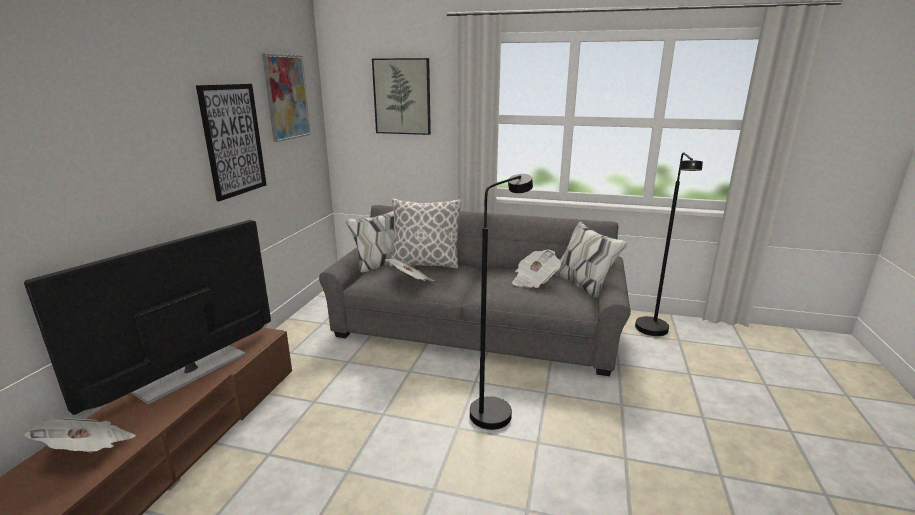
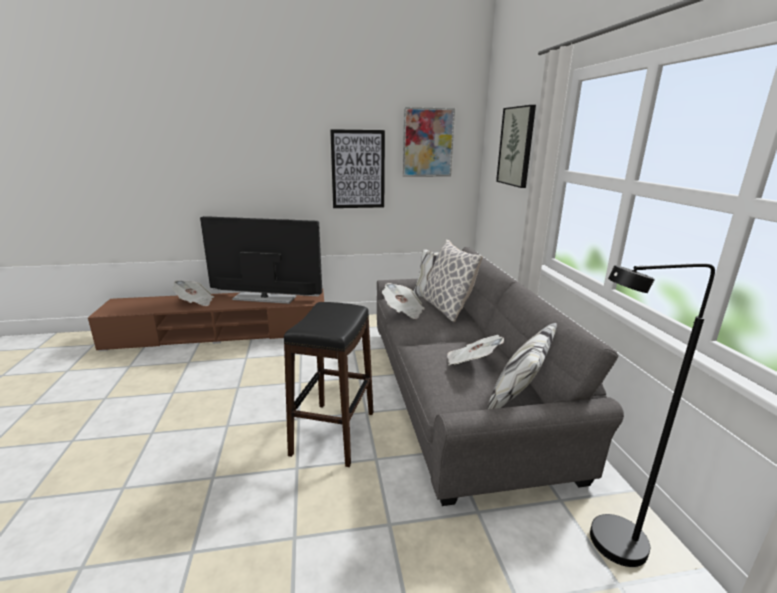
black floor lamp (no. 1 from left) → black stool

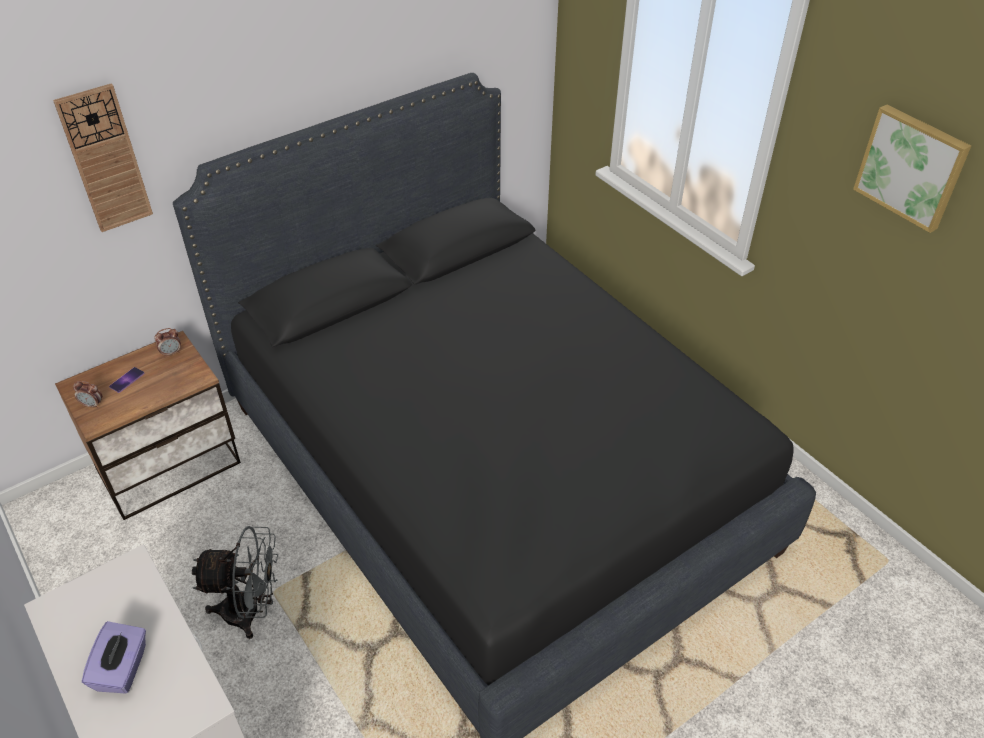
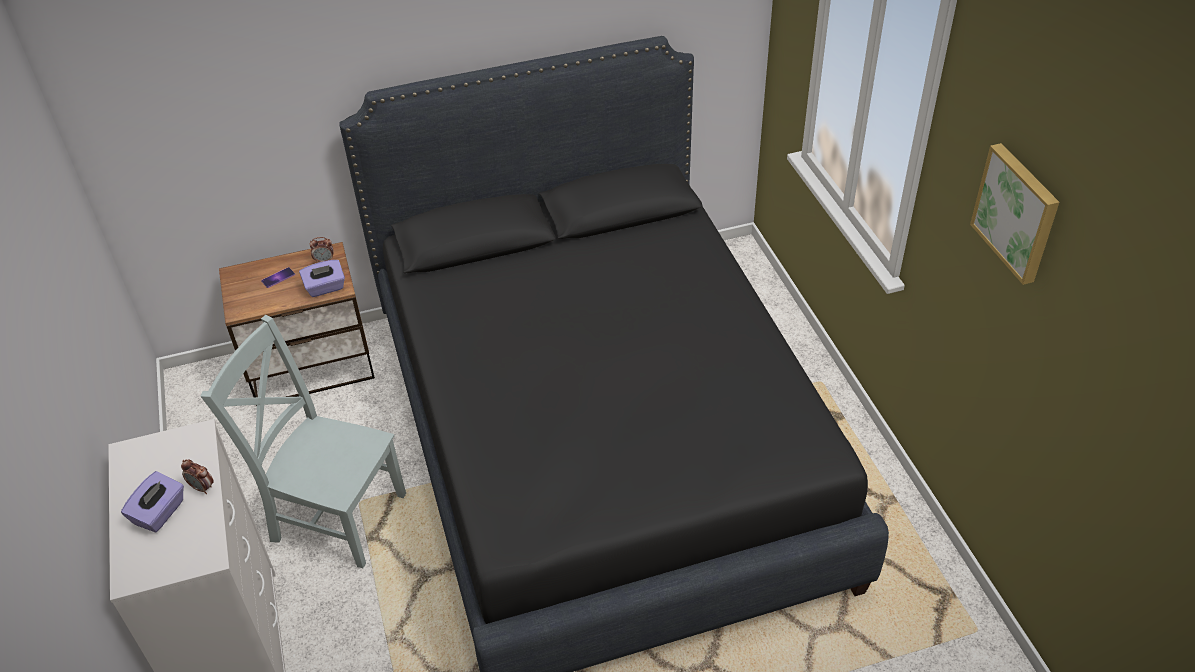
wall clock → -
alarm clock (no. 1 from left), shifted
grey fan → grey chair
- → purple tissue box (no. 2 from left)

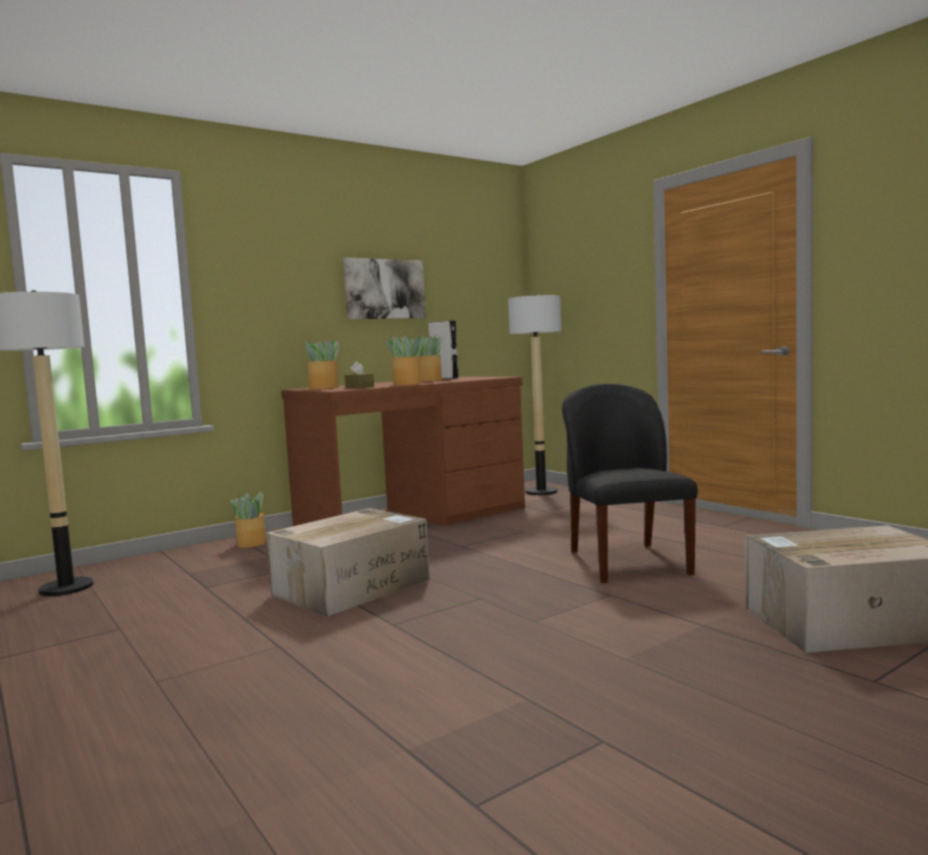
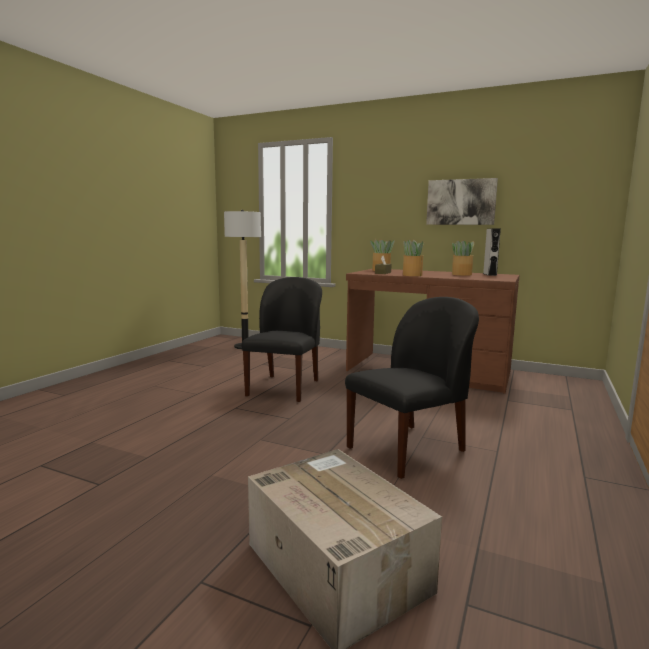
floor lamp (no. 2 from left) → -
potted plant (no. 1 from left) → -
cardboard box (no. 1 from left) → black chair (no. 1 from left)

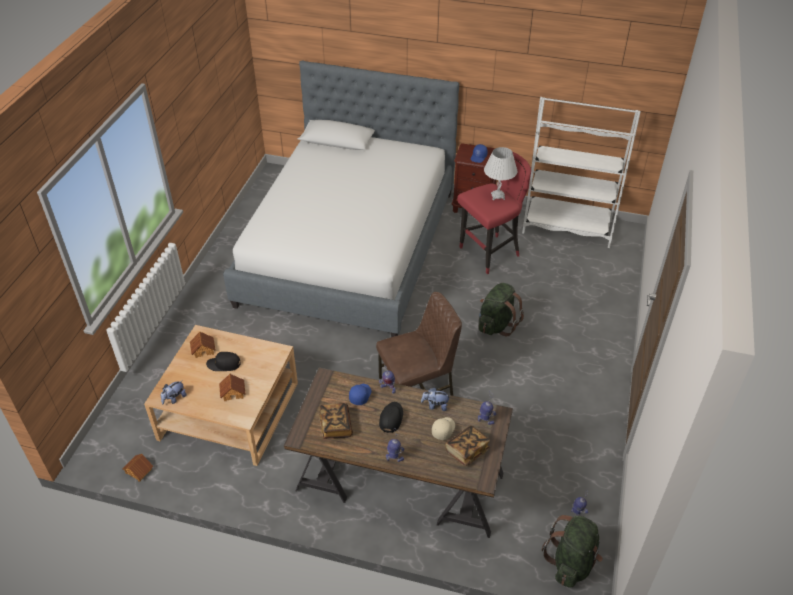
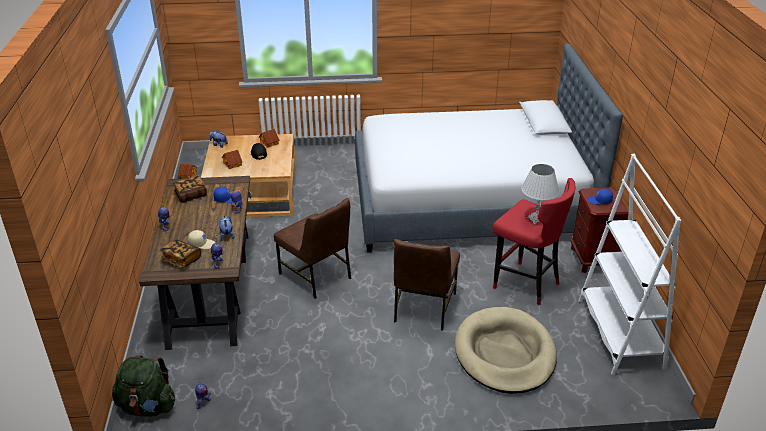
green backpack (no. 1 from left) → brown chair (no. 2 from left)
black cap (no. 2 from left) → -
- → beige dog bed

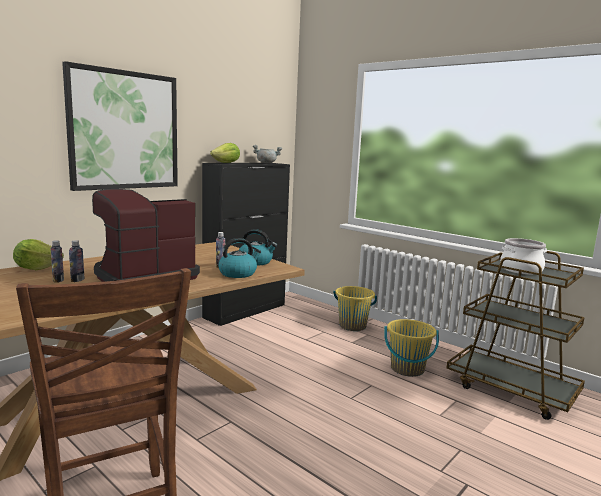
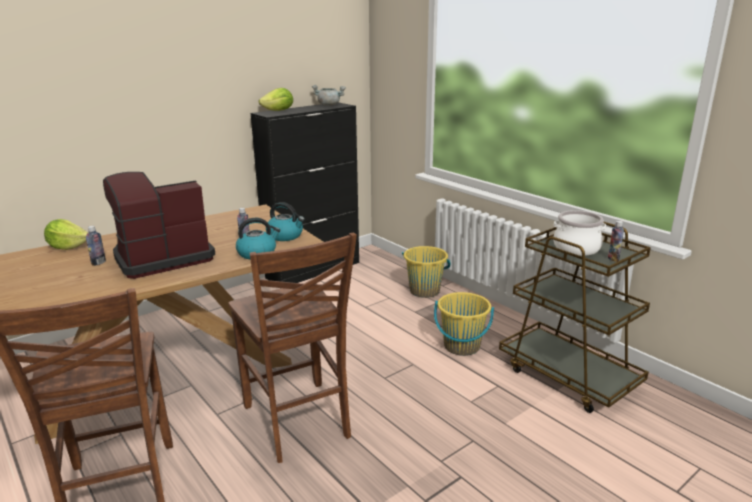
picture → -
bottle (no. 1 from left in the first image) → bottle (no. 3 from left), shifted
- → brown chair (no. 2 from left)

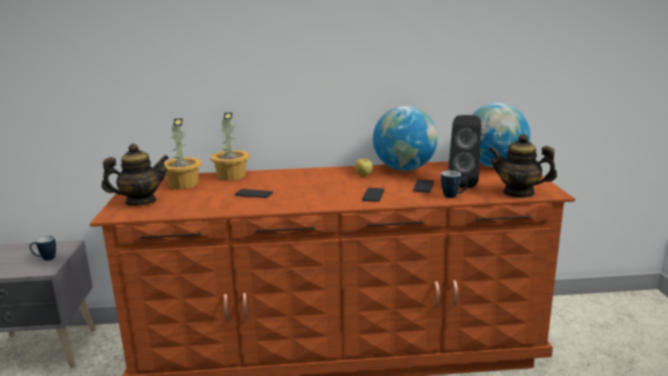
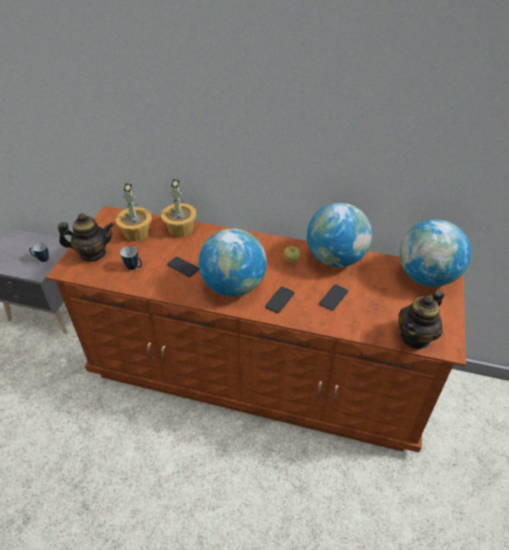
black speaker → -
teapot (no. 2 from left), 90 degrees counterclockwise
mug (no. 2 from left), shifted
- → globe (no. 1 from left)

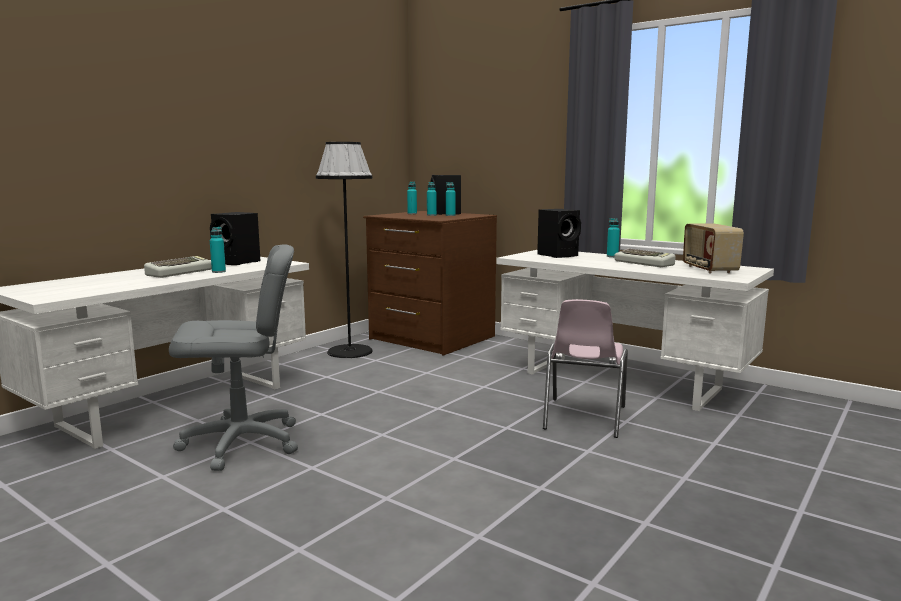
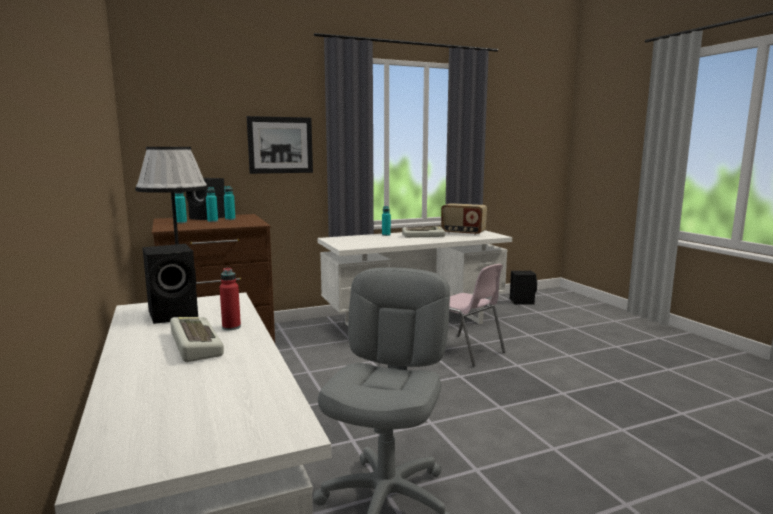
black speaker (no. 3 from left), shifted
turquoise bottle (no. 1 from left) → red bottle
- → picture

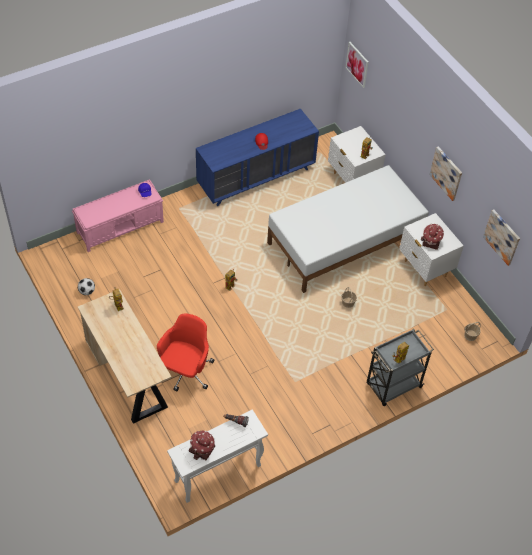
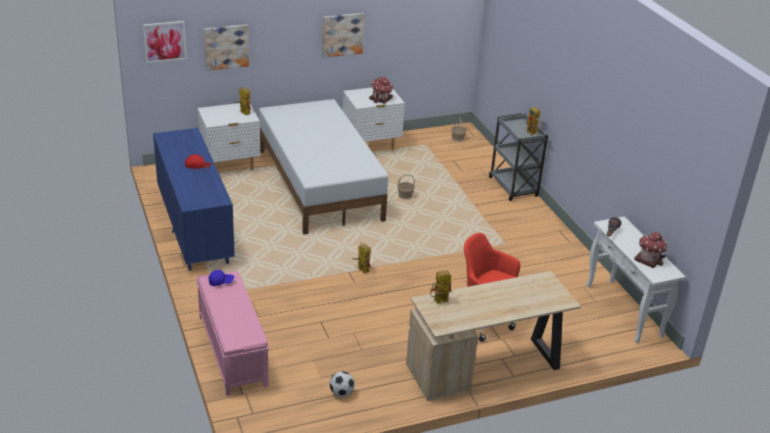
picture (no. 3 from left in the first image) → picture (no. 2 from left), shifted

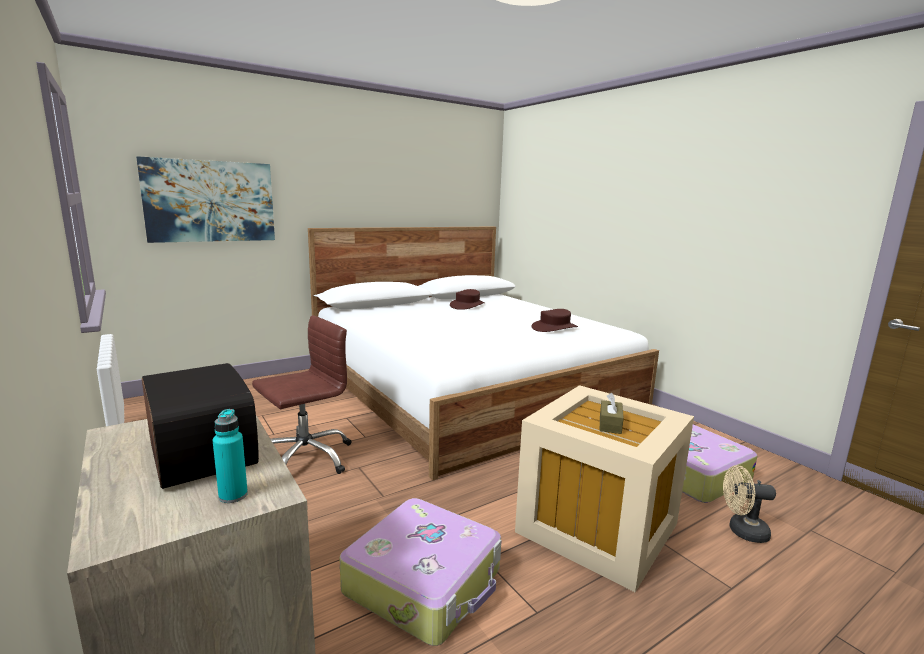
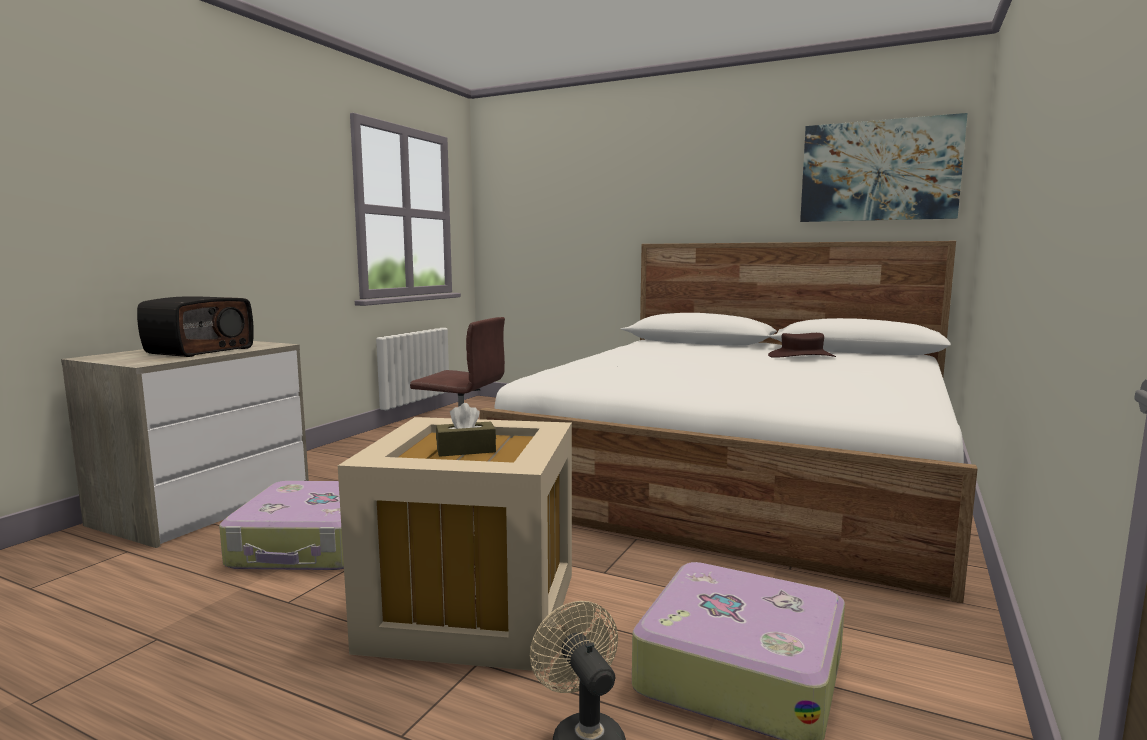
picture, shifted
brown hat (no. 2 from left) → -
turquoise bottle → -

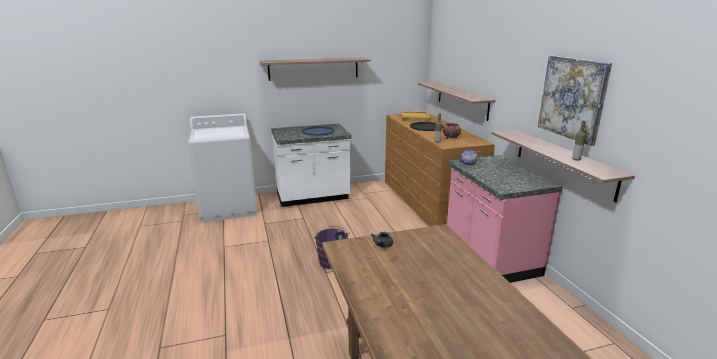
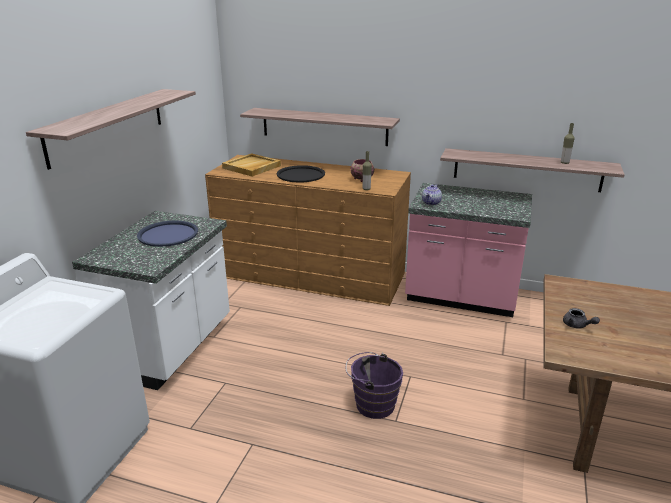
picture → -

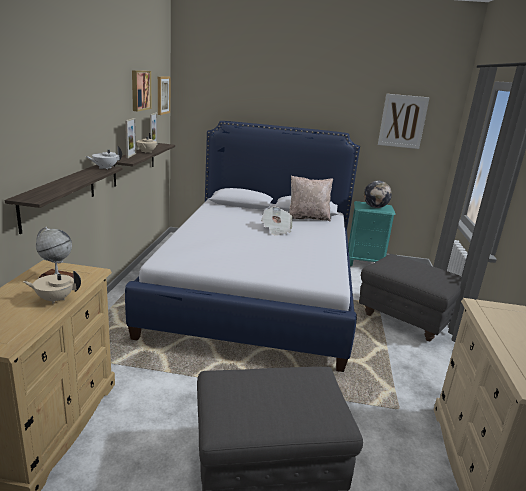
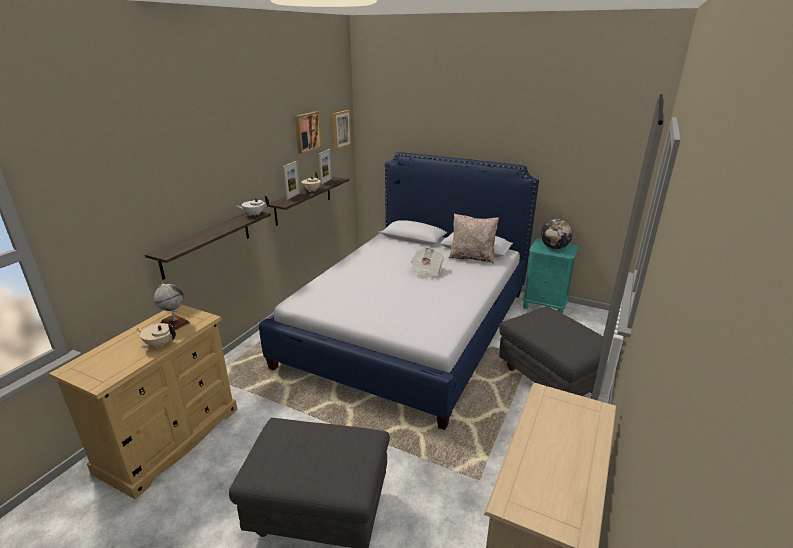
picture (no. 3 from left) → -

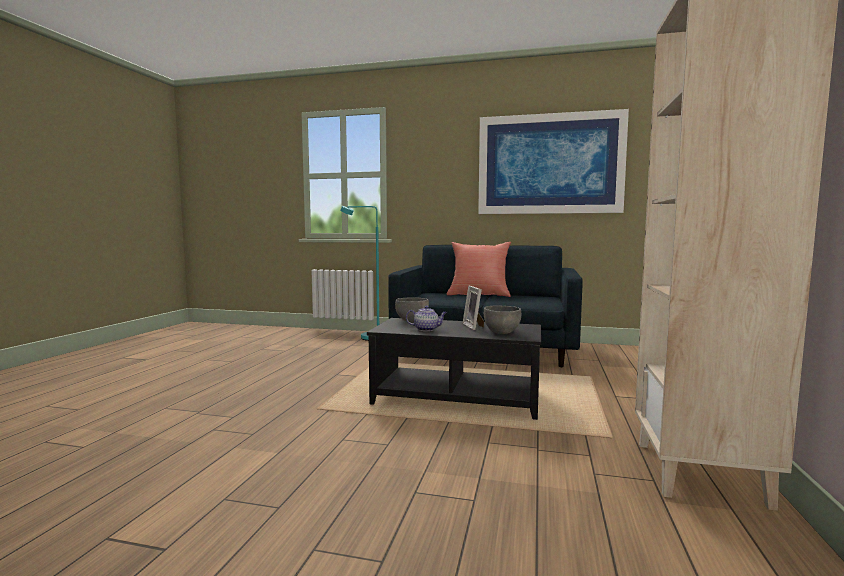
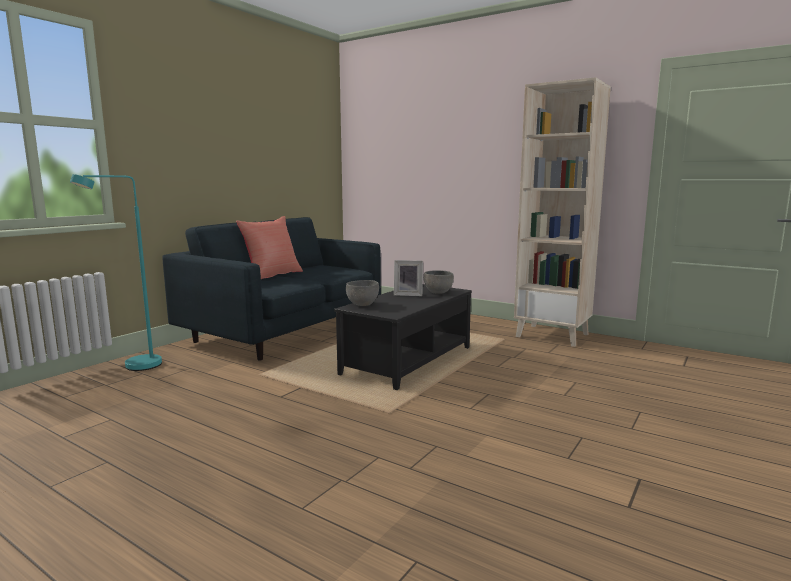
picture → -
teapot → -

